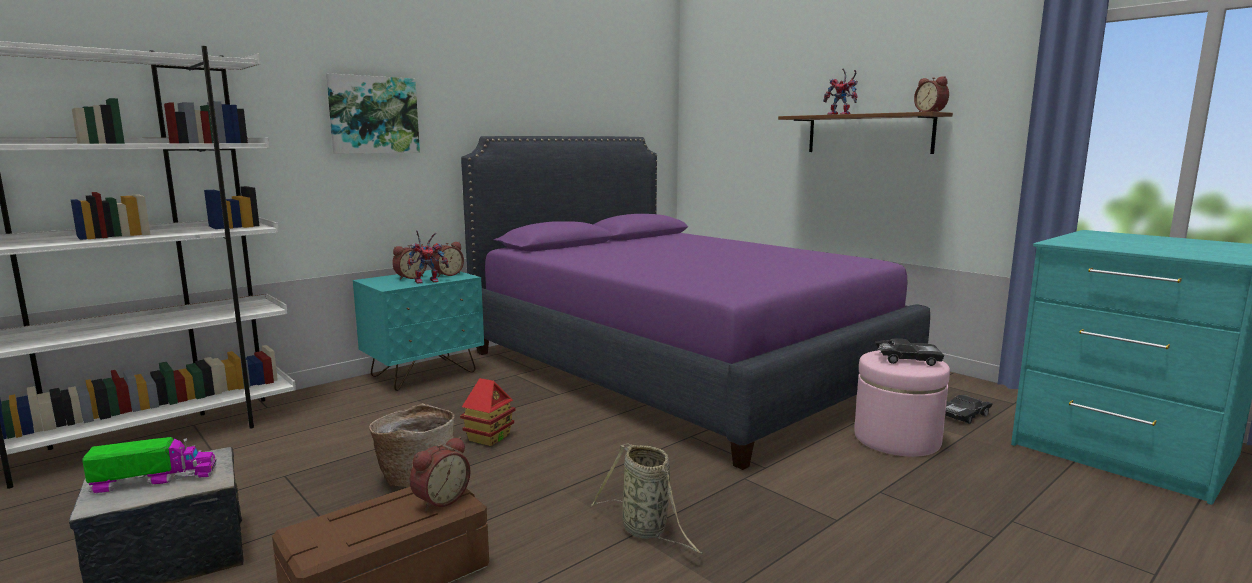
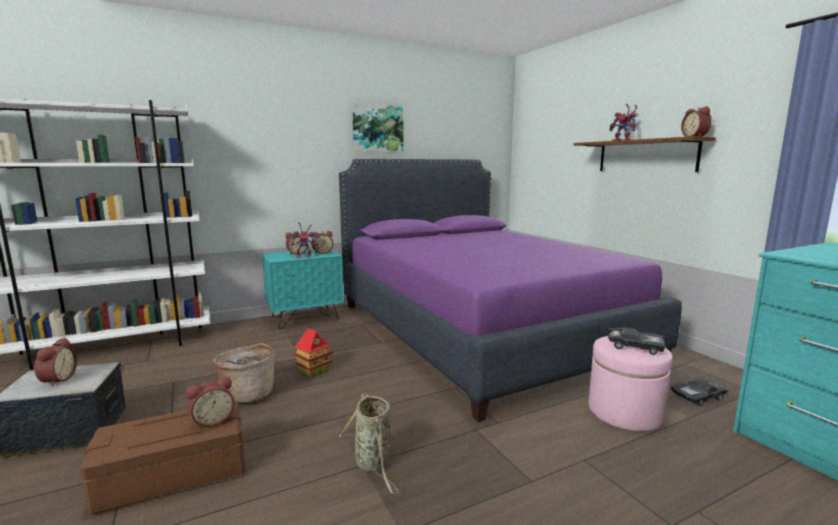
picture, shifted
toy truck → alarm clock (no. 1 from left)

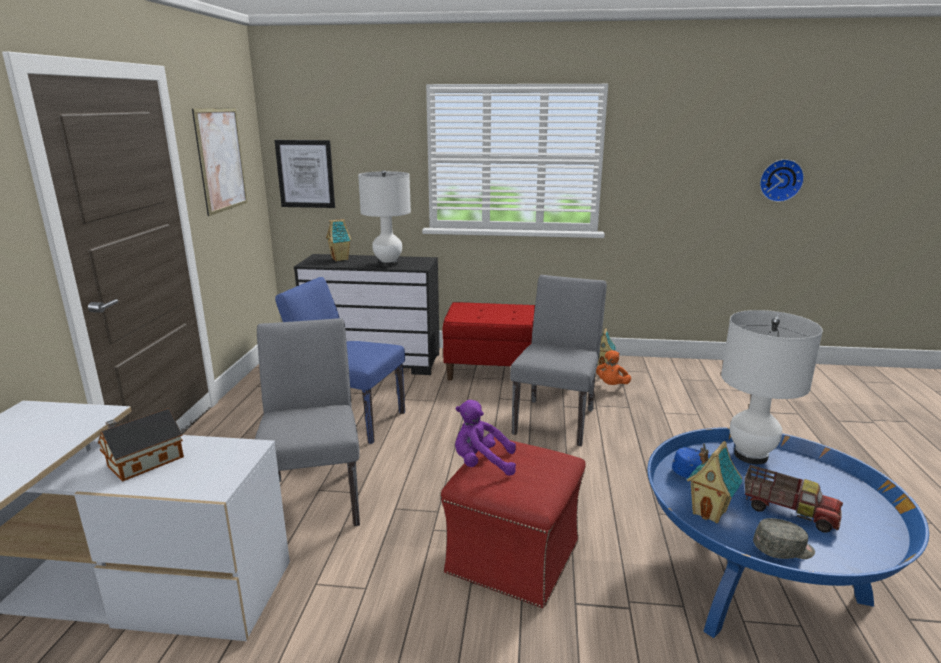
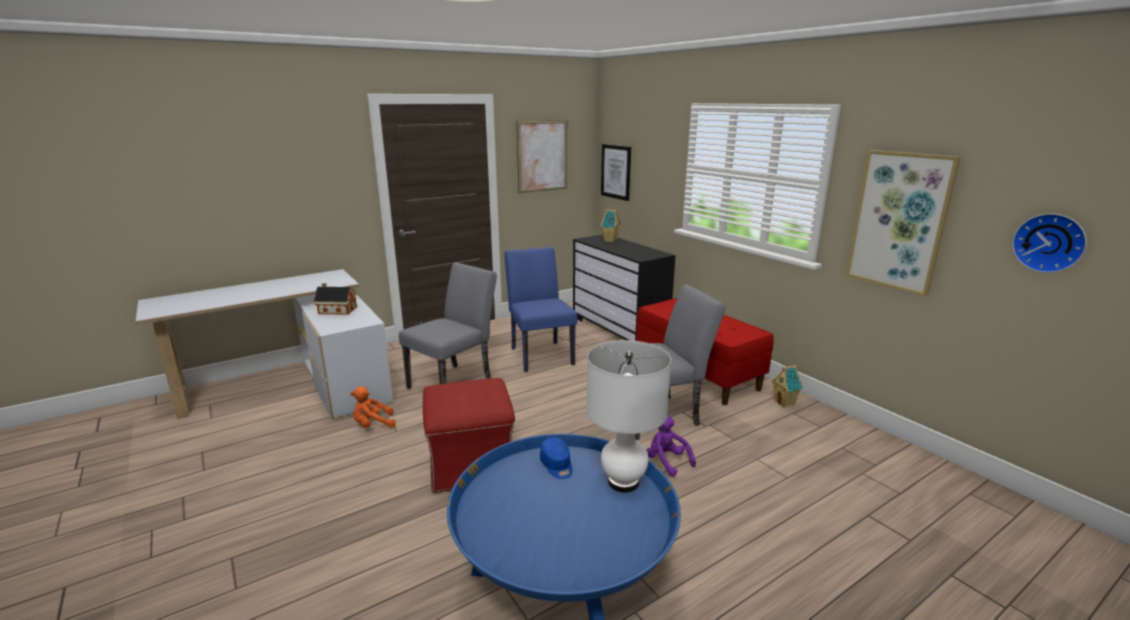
white table lamp (no. 1 from left) → -
orange plush toy, shifted
purple plush toy, shifted
toy house (no. 4 from left) → -
toy truck → -
grey cap → -
- → picture (no. 3 from left)

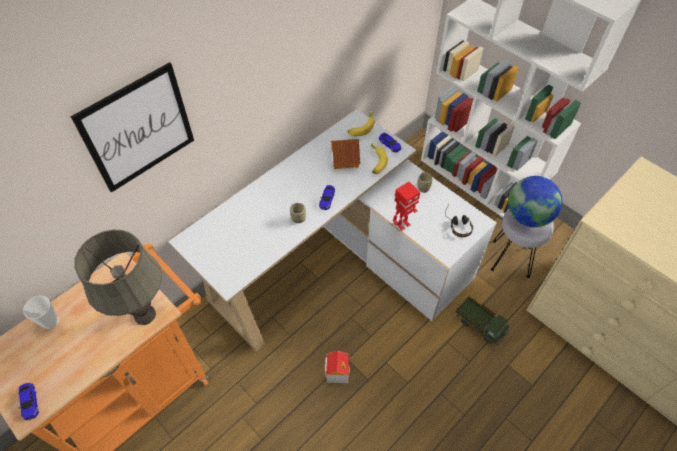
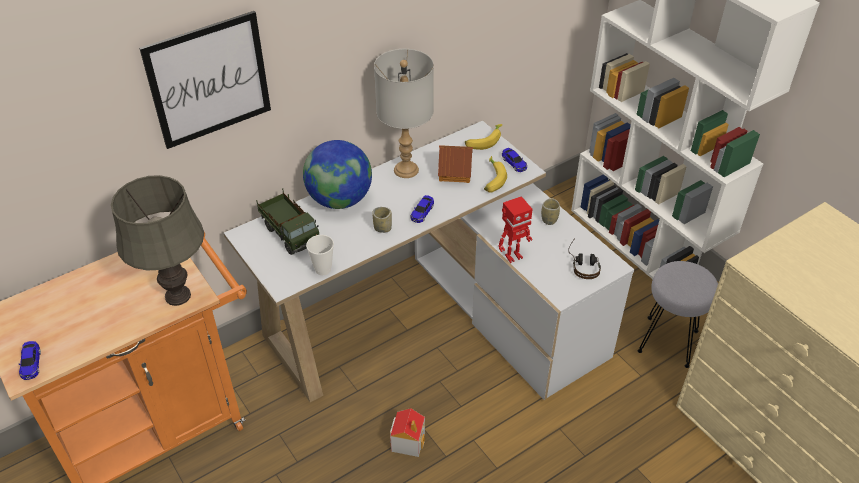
globe, shifted
toy truck, shifted
cup (no. 1 from left), shifted
- → grey table lamp (no. 2 from left)

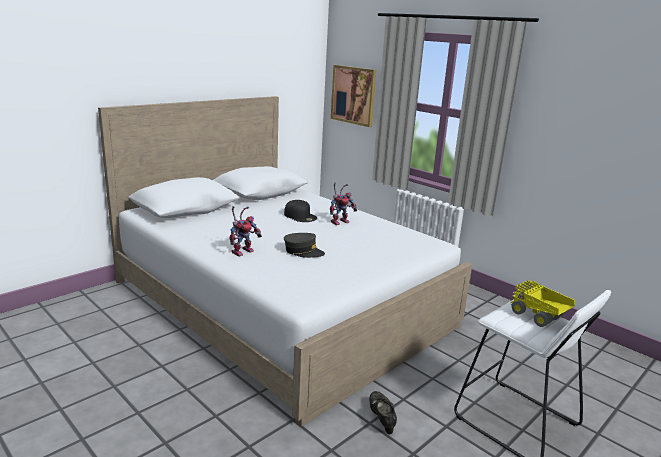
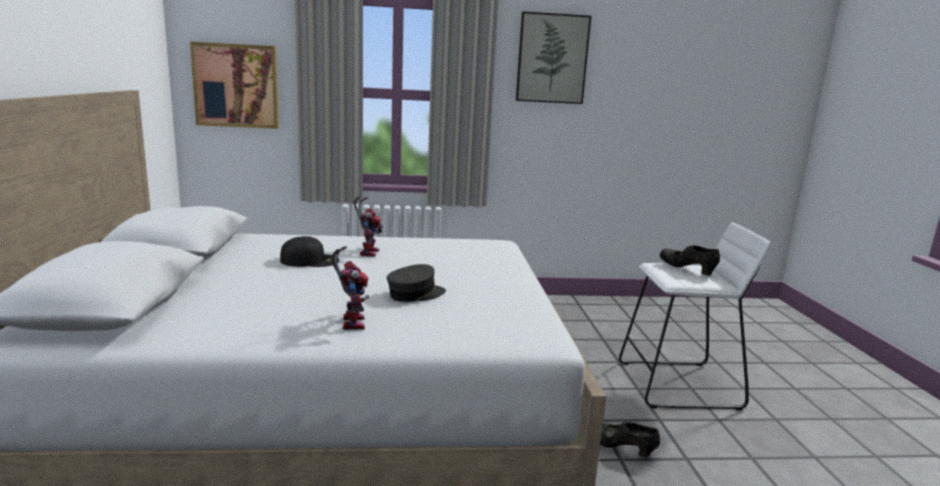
toy truck → black shoe (no. 2 from left)
- → picture (no. 2 from left)

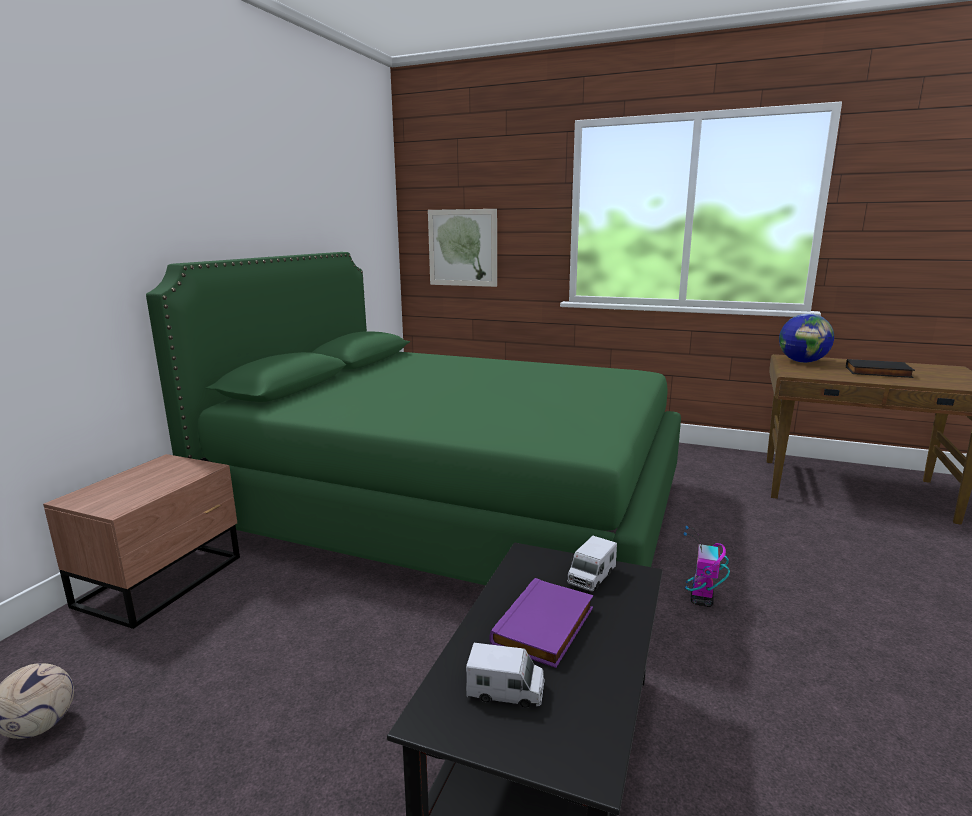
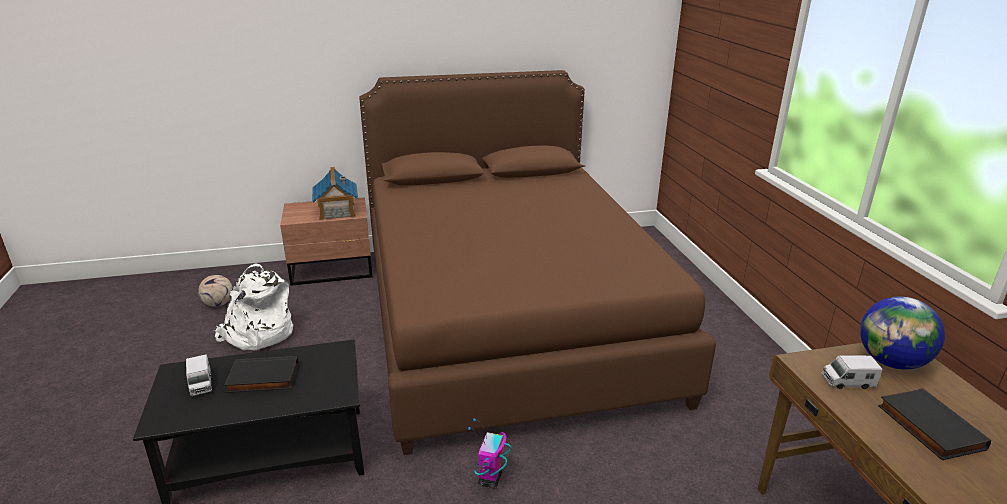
picture → -
green bed → brown bed
toy robot, 60 degrees counterclockwise
toy truck (no. 2 from left), shifted
purple book → black book (no. 1 from left)
- → toy house
- → white backpack

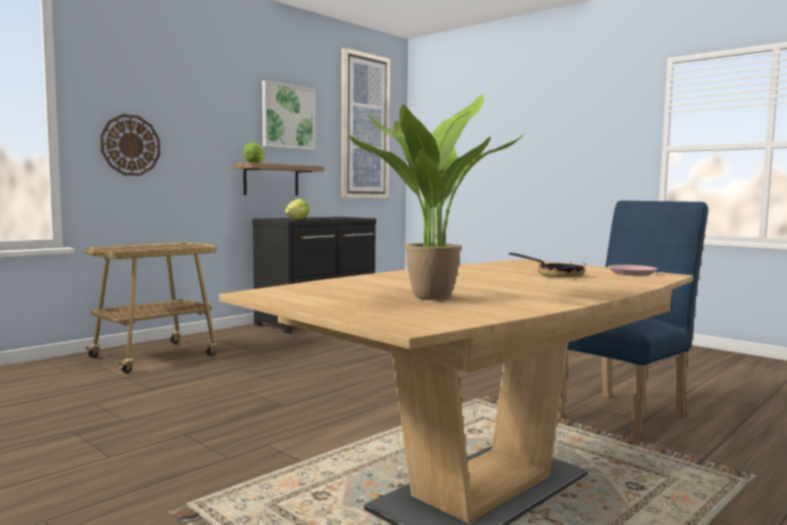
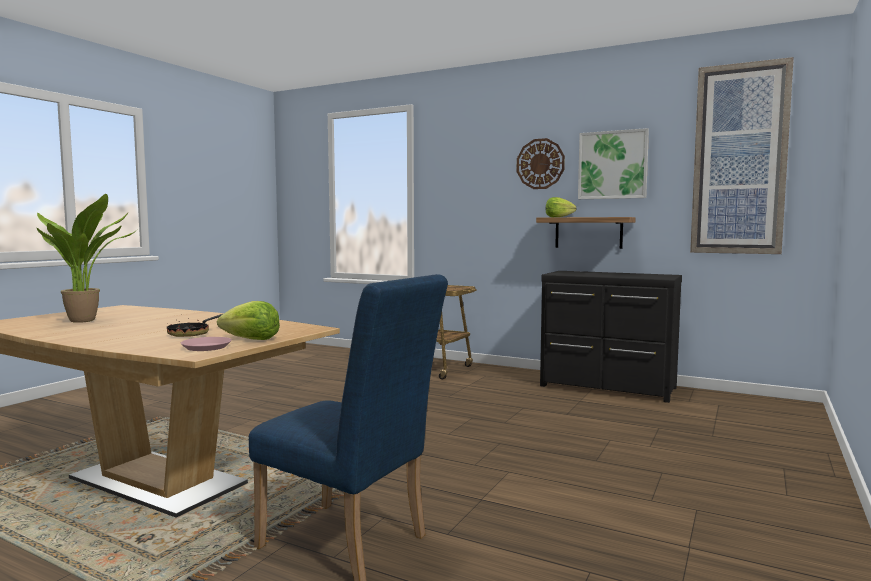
wall clock, shifted
lettuce (no. 2 from left in the first image) → lettuce (no. 1 from left), shifted

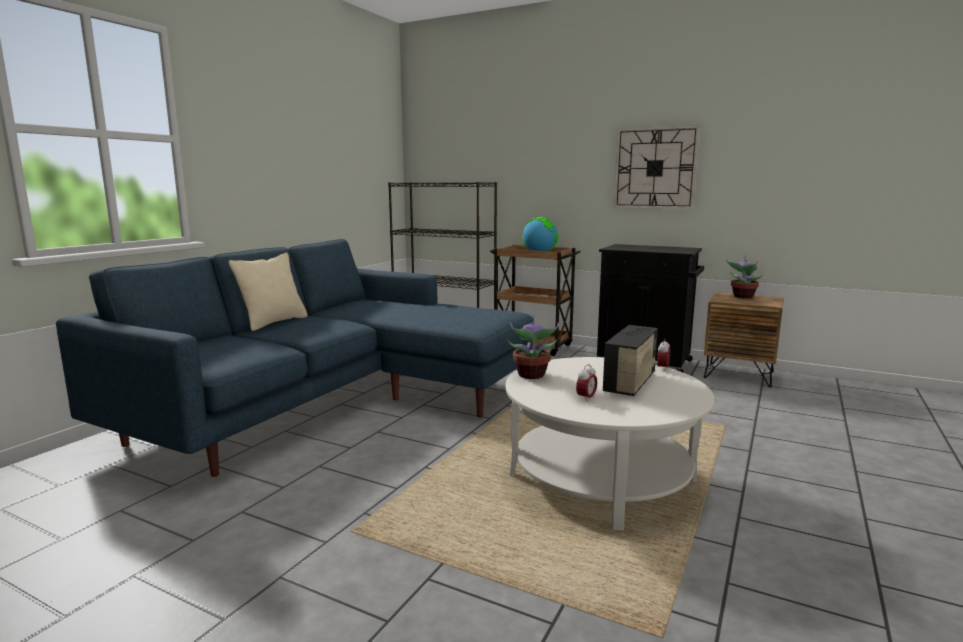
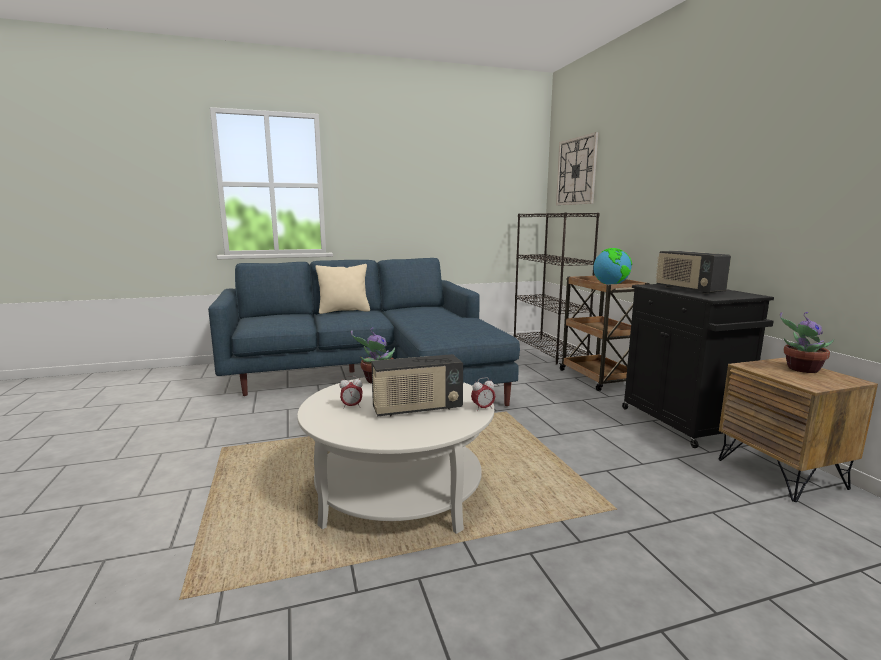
wall clock, shifted
- → radio (no. 2 from left)

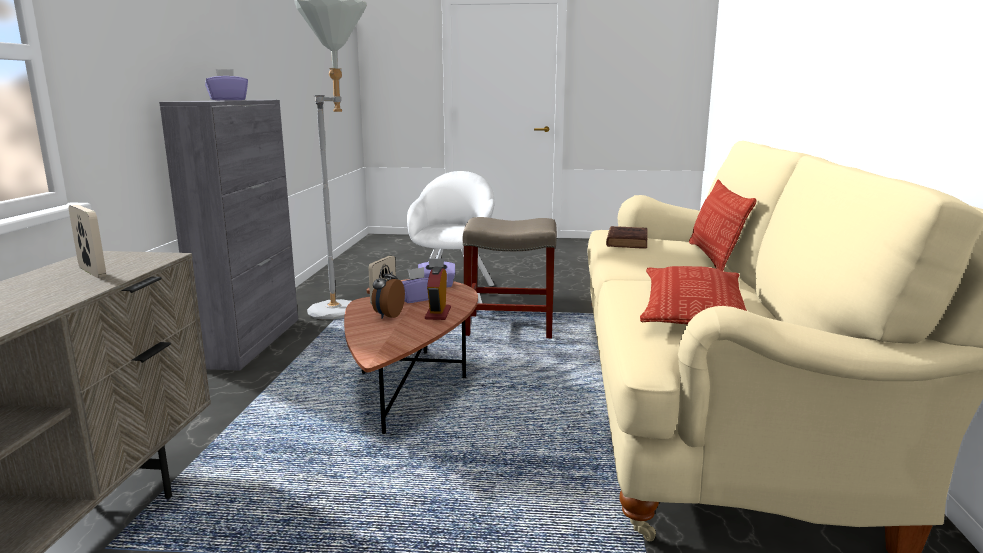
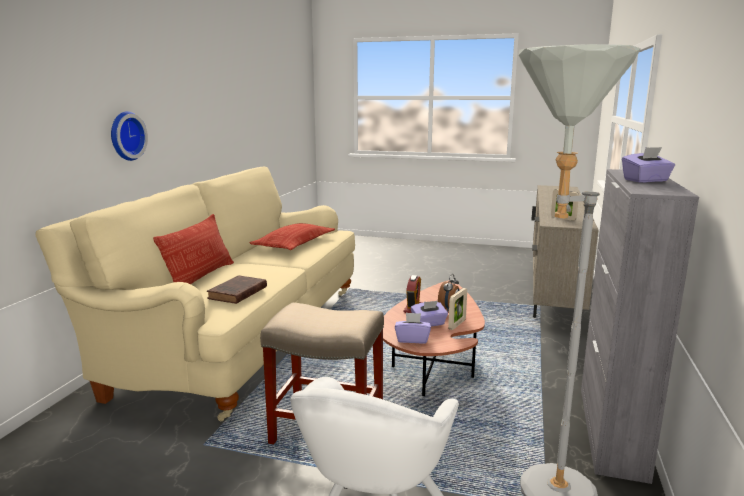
- → wall clock

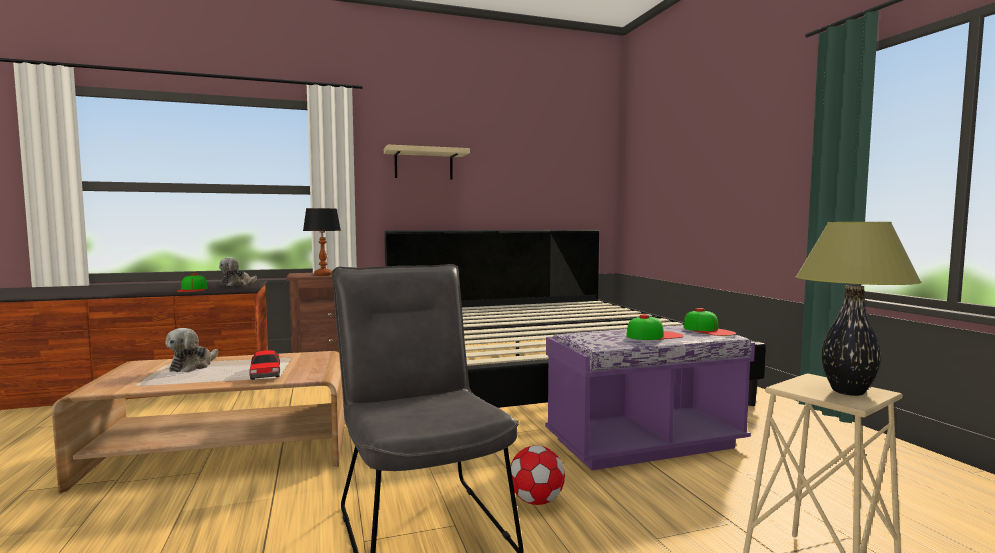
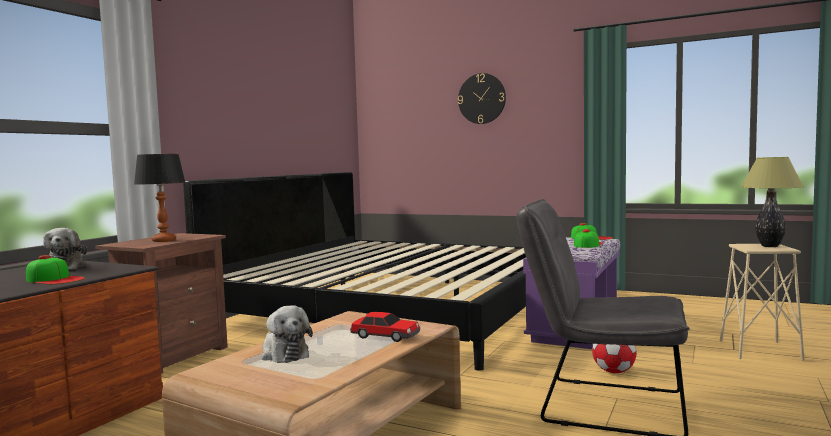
beige shelf → -
- → wall clock

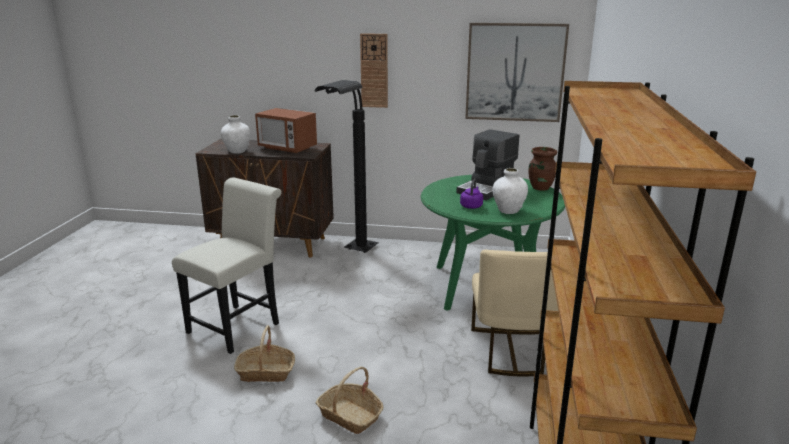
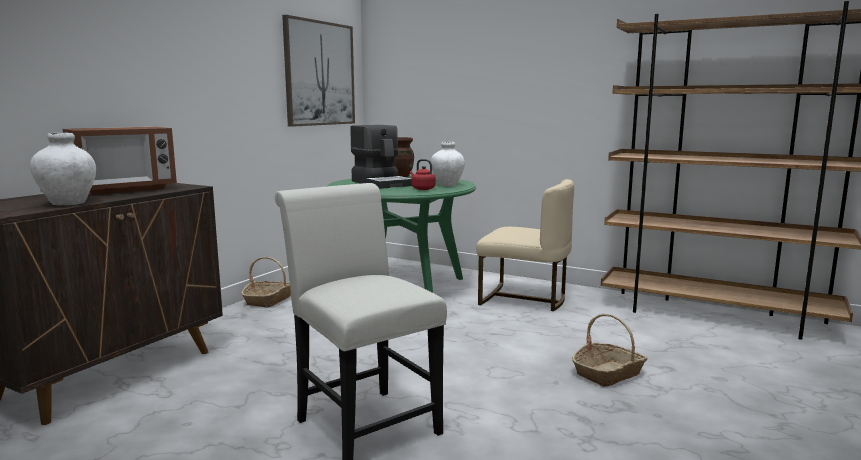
wall clock → -
black floor lamp → -
purple kettle → red kettle
basket (no. 1 from left), shifted

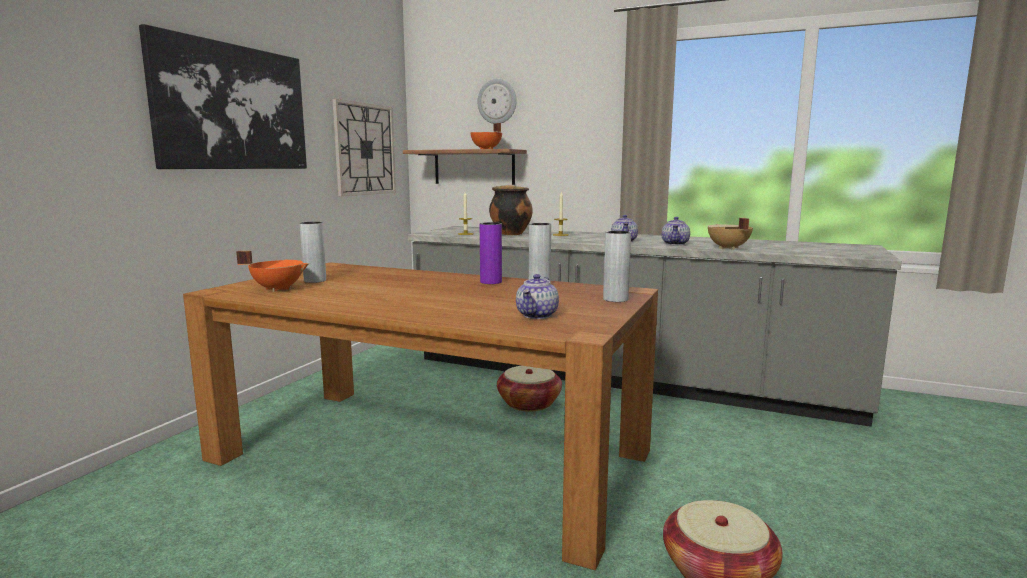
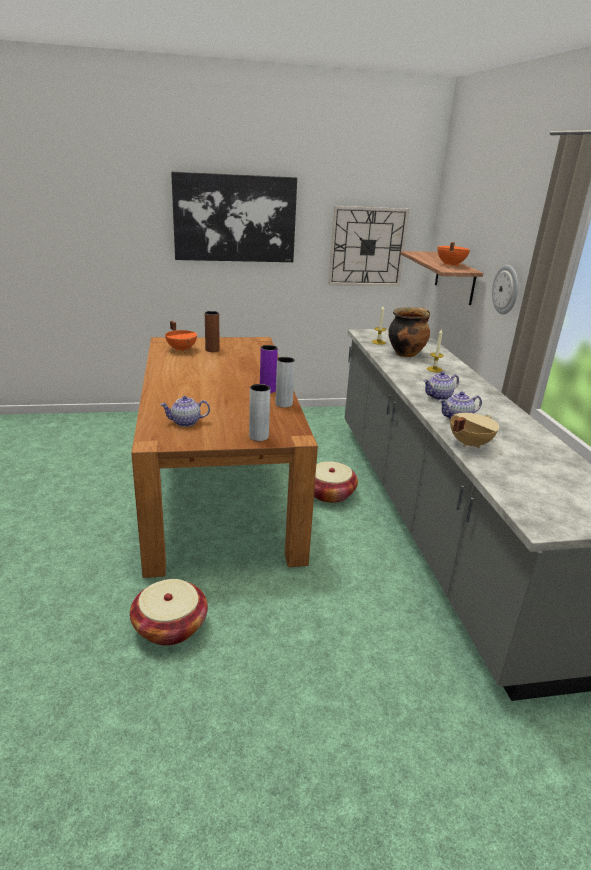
wall clock (no. 2 from left), shifted
grey vase (no. 1 from left) → brown vase

